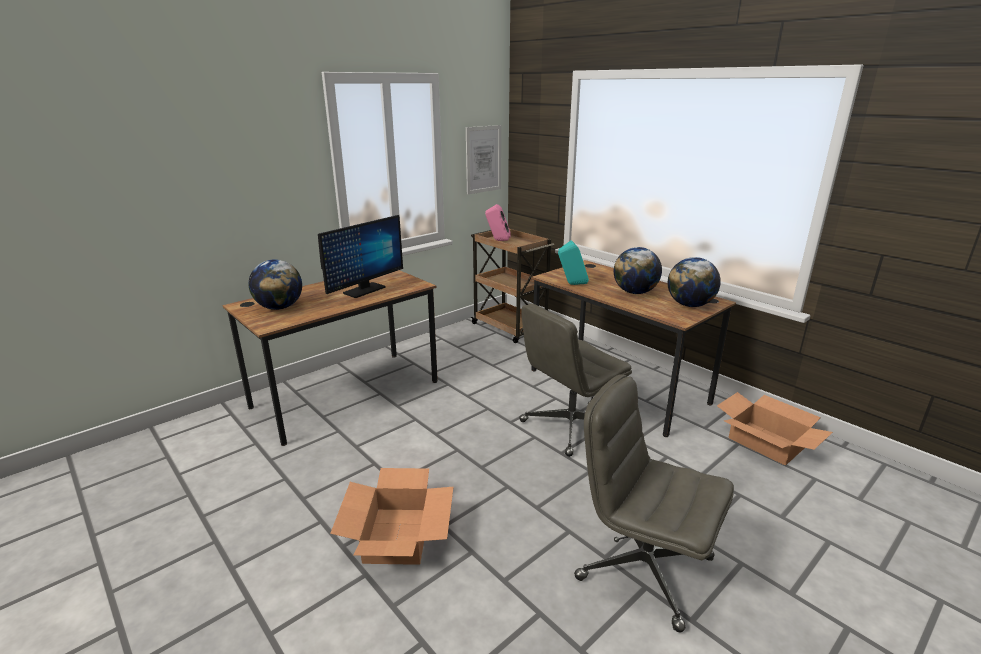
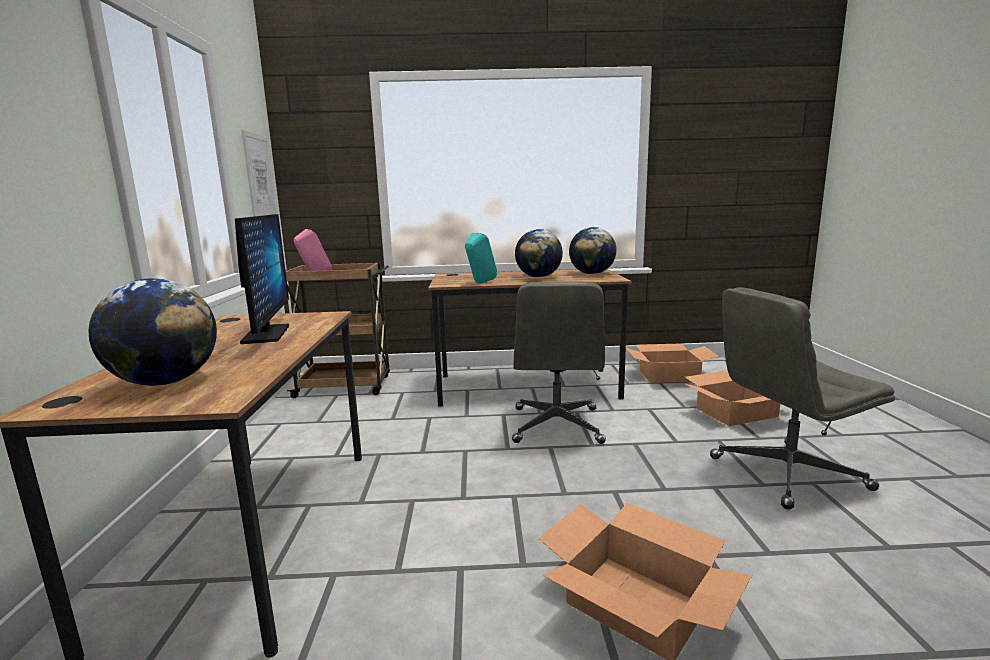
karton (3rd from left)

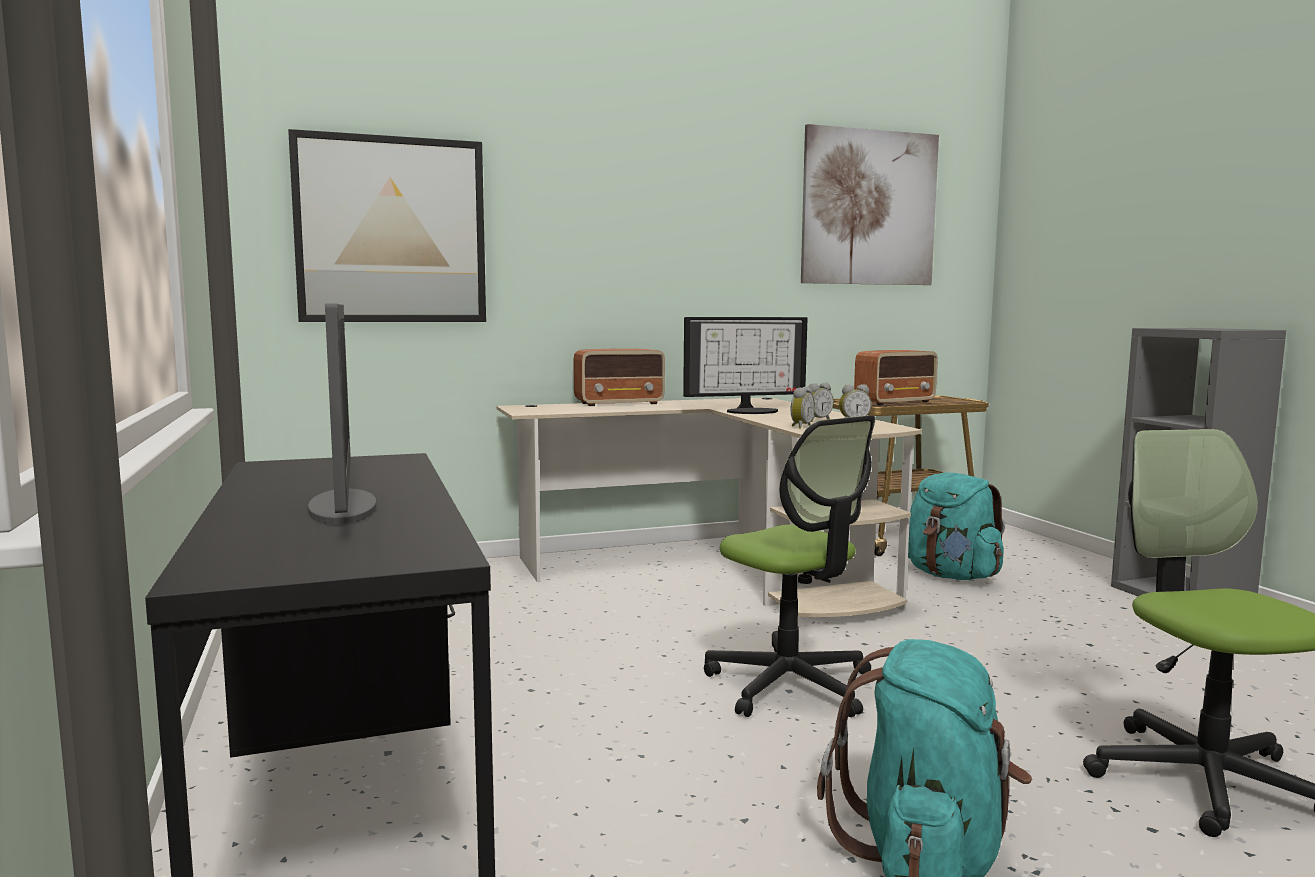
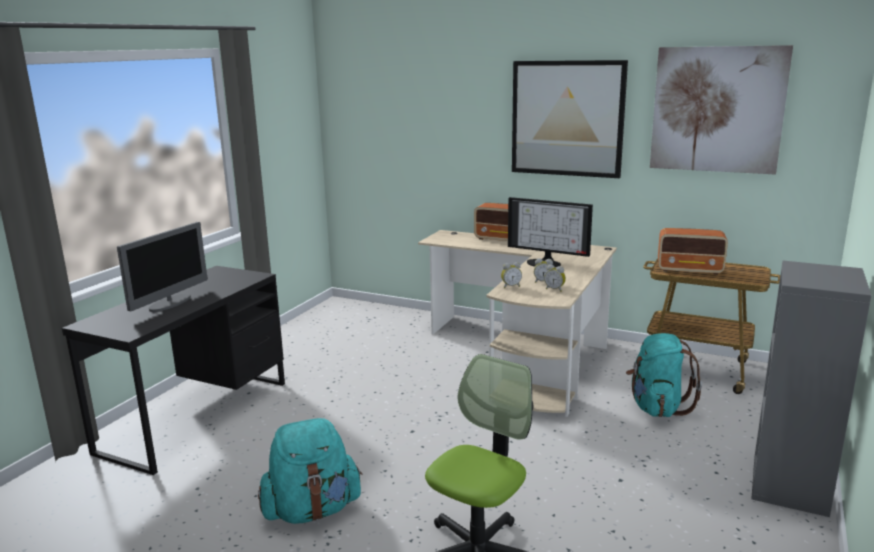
krzesło biurowe (1st from left in the first image)
obraz (1st from left)

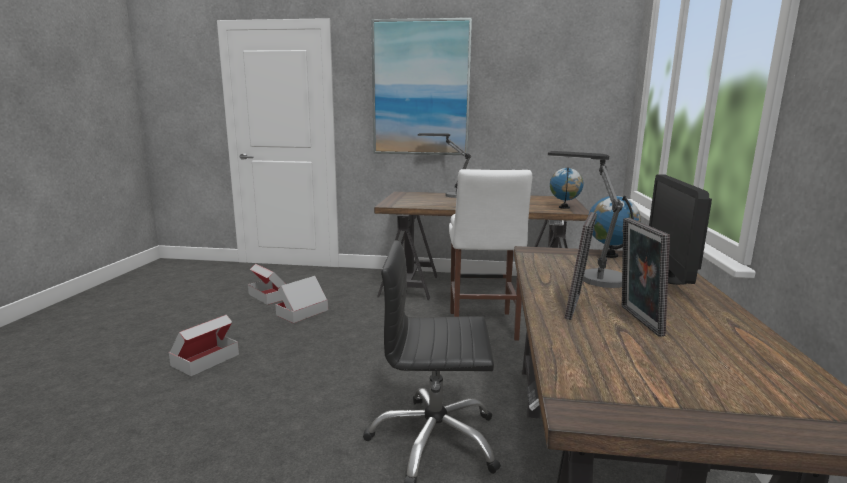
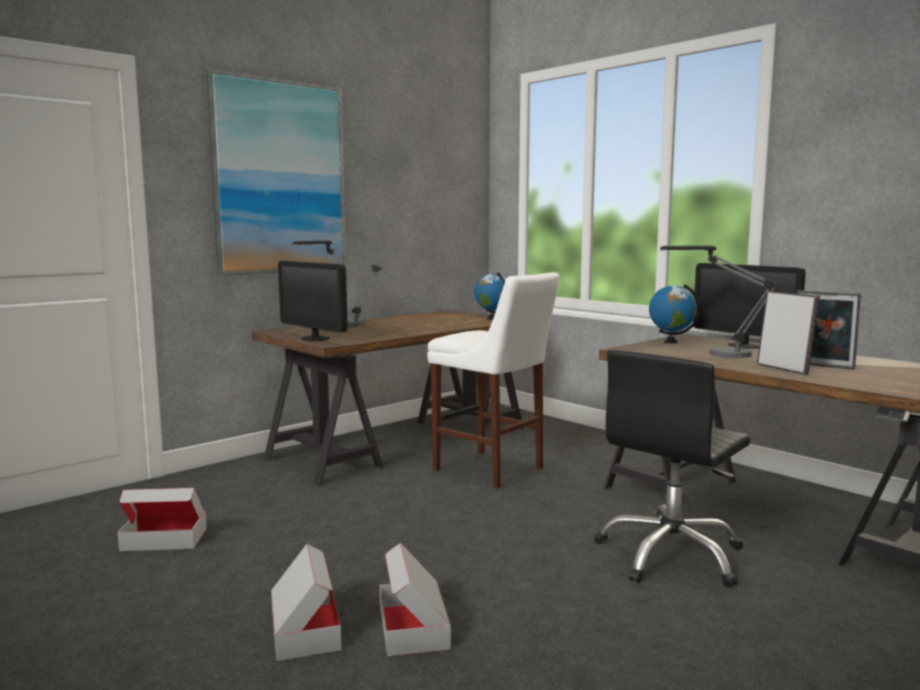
monitor (1st from left)
karton (3rd from left)

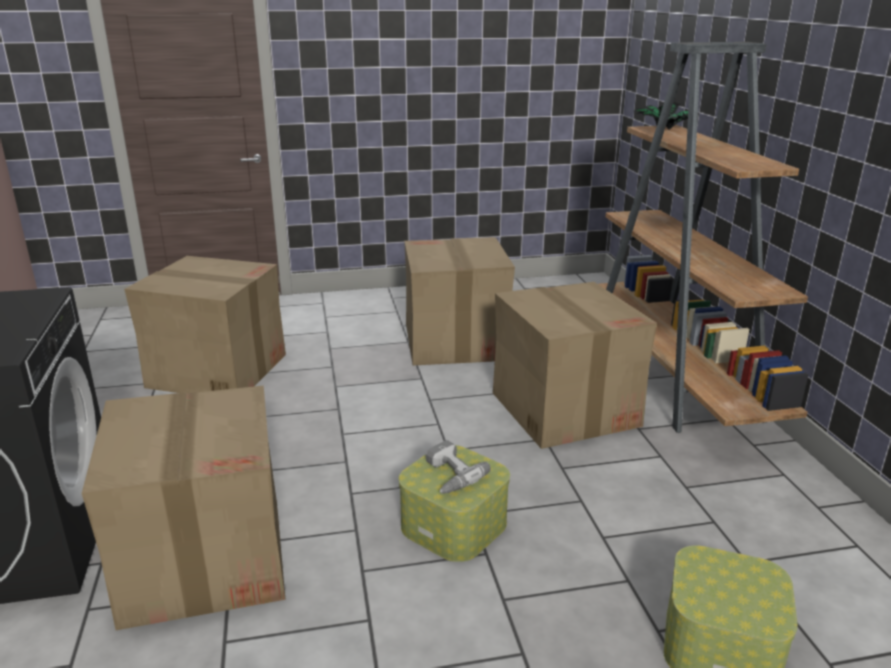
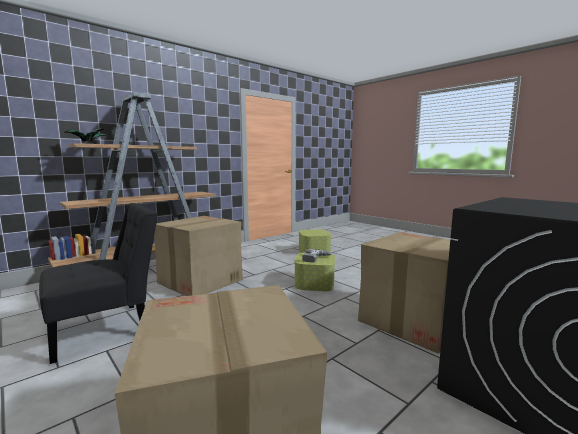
krzesło/czarny

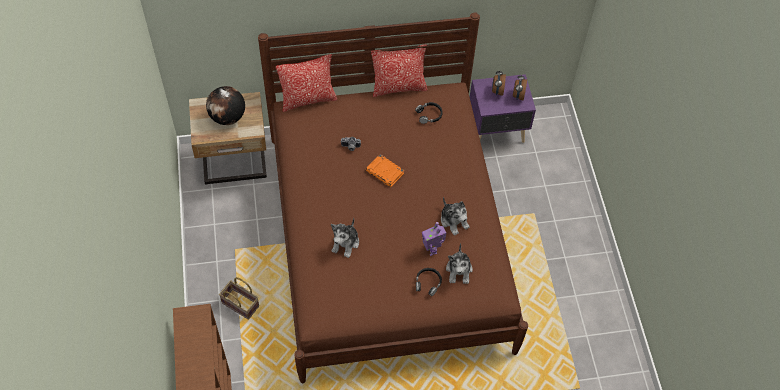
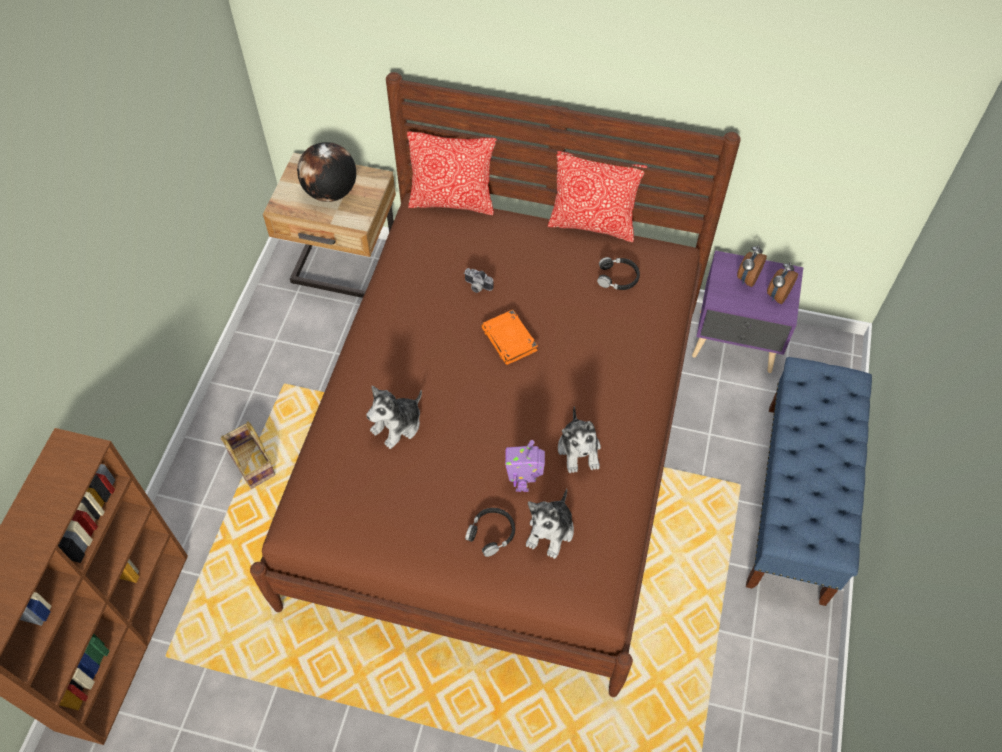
ławka/niebieski

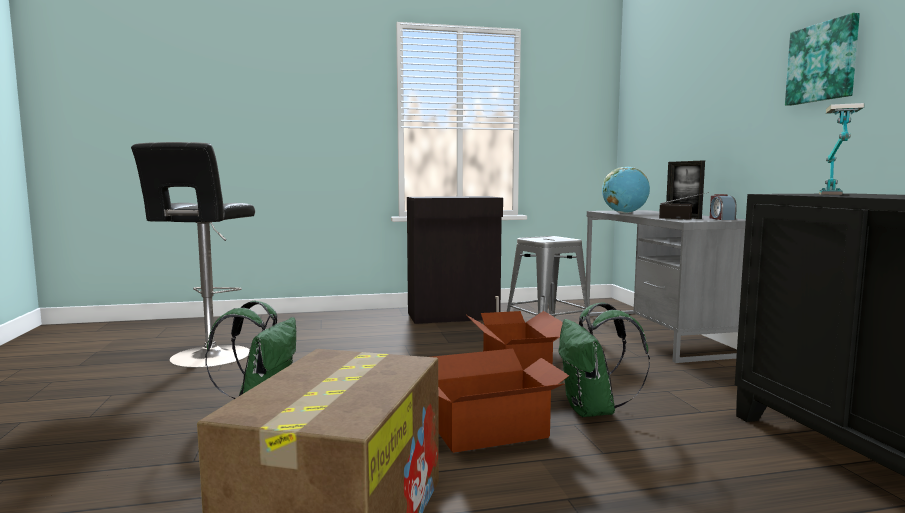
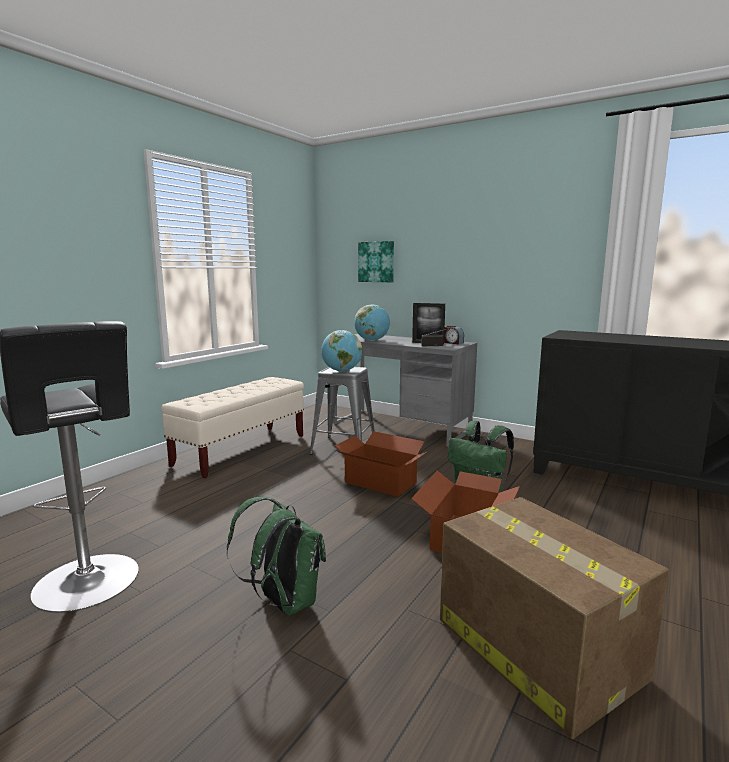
lampa stołowa
globus (1st from left)
obraz
ławka/beżowy

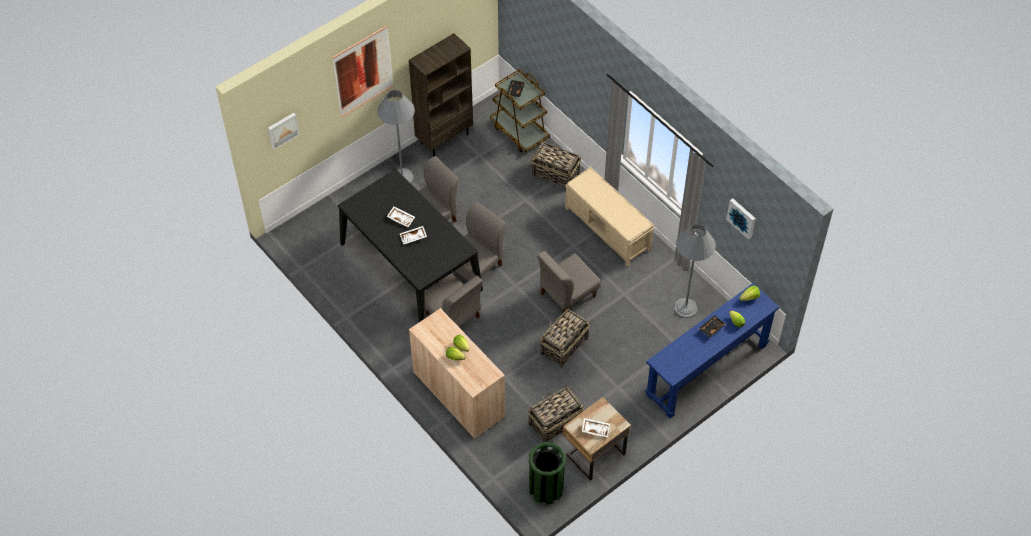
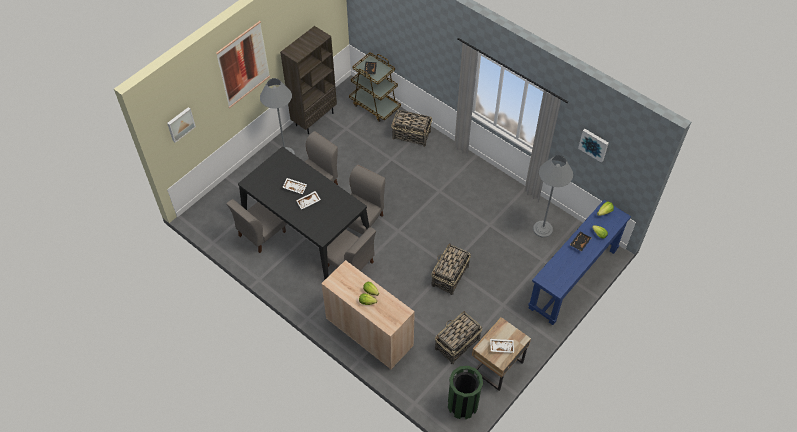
ławka/beżowy
krzesło/szary (1st from left)

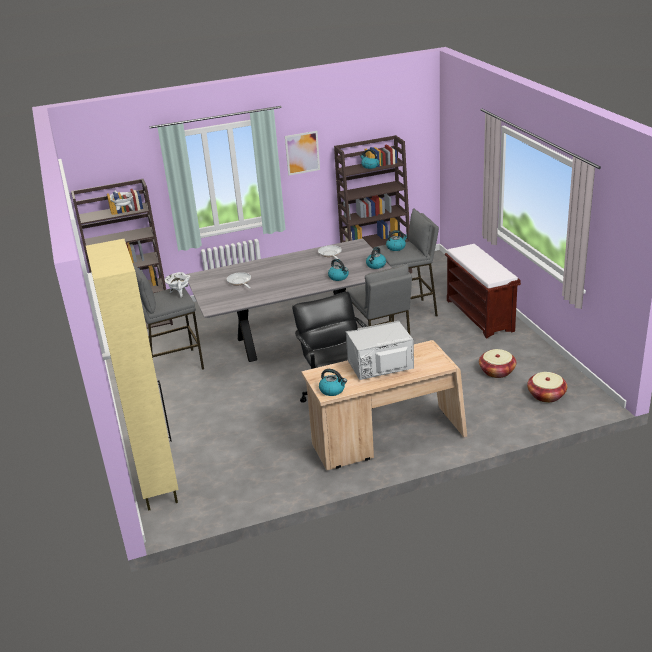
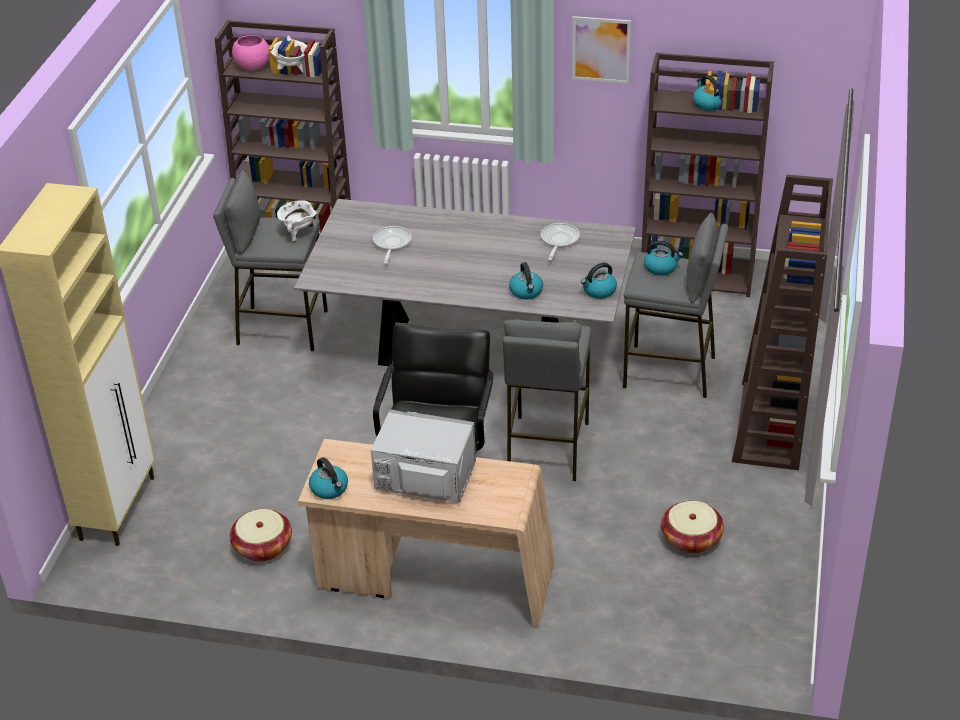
miska/różowy
koszyk (1st from left)
regał/brązowy (3rd from left)

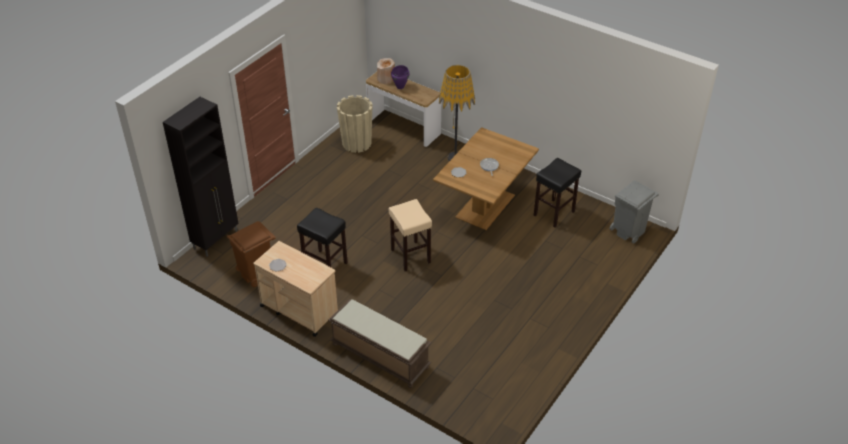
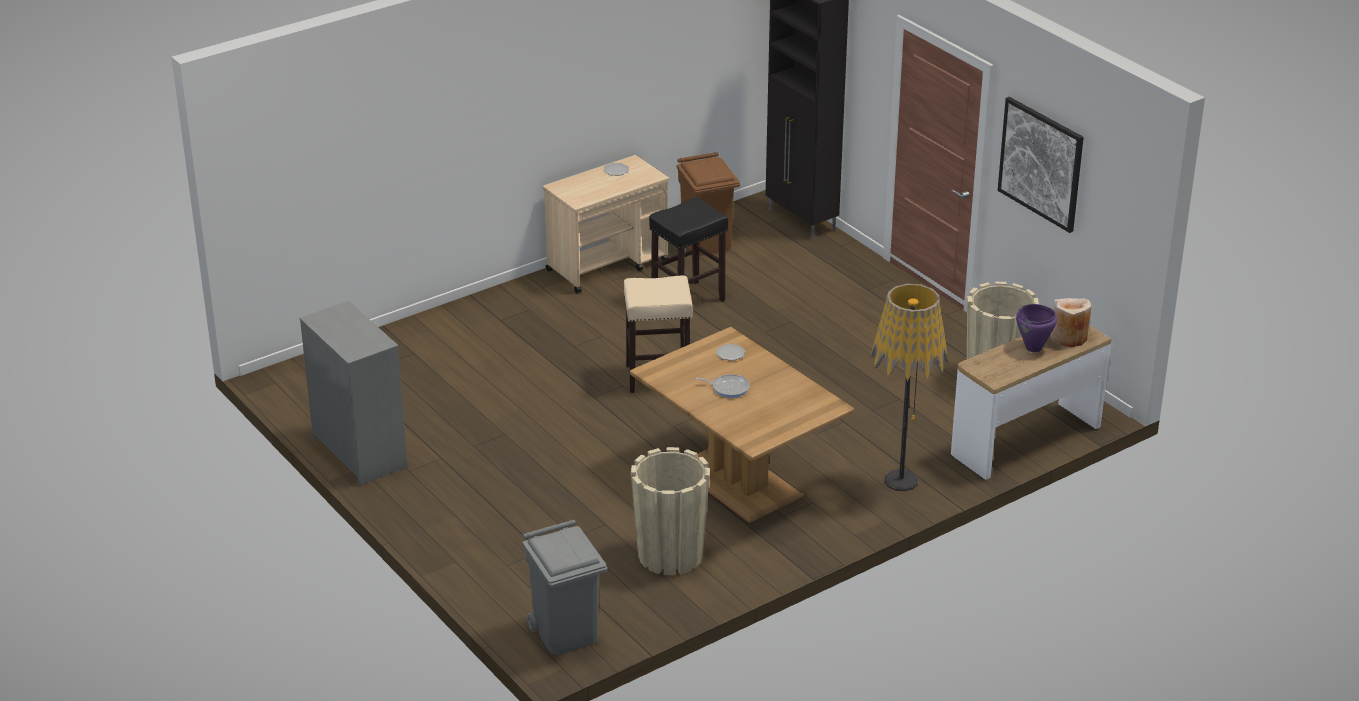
ławka/brązowy
komoda/szary
obraz
donica/beżowy (1st from left)

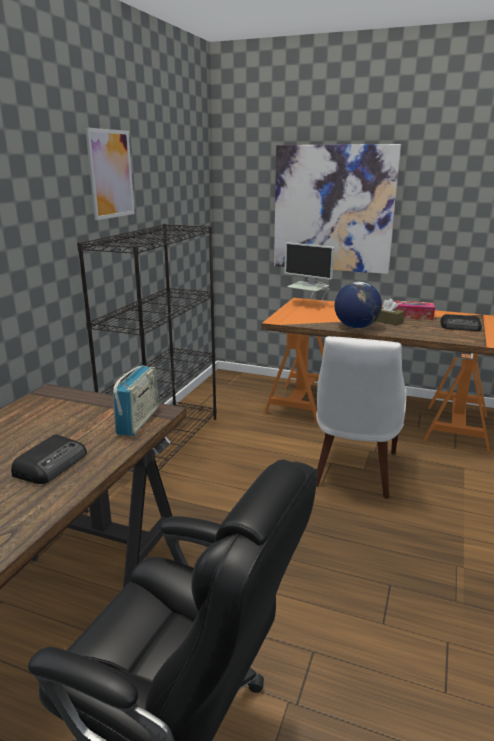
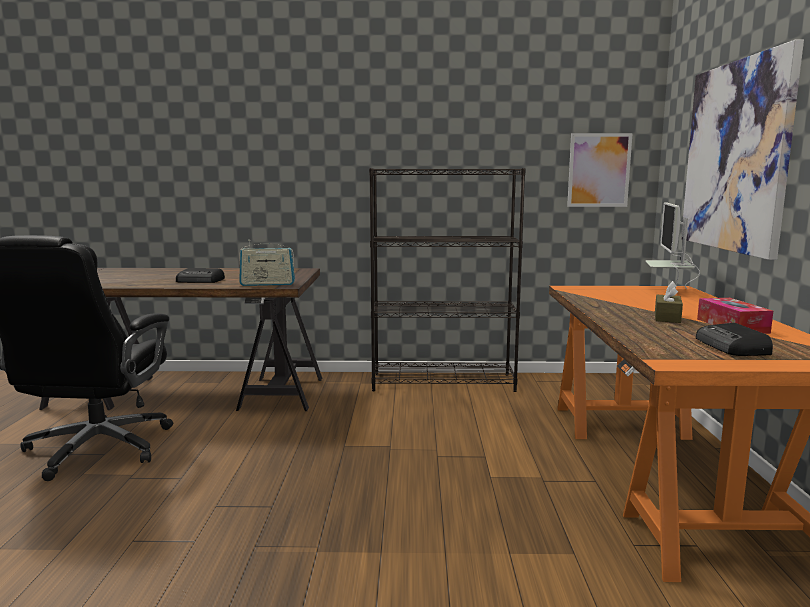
krzesło/biały
globus
obraz (1st from left)

